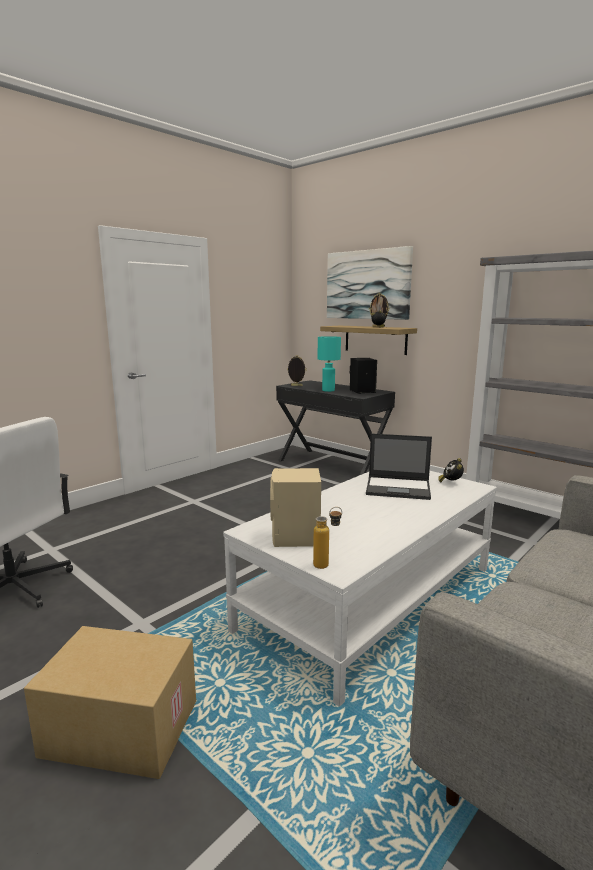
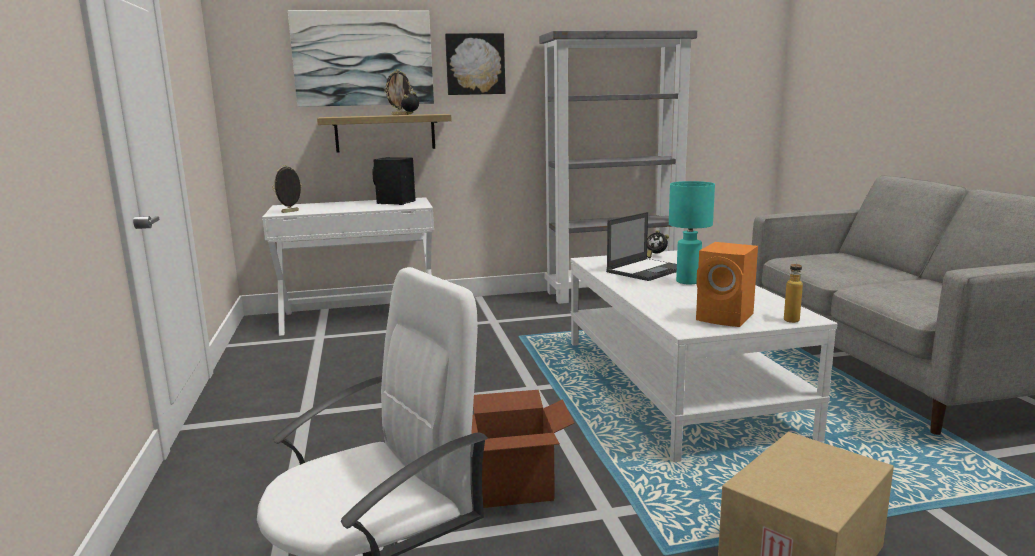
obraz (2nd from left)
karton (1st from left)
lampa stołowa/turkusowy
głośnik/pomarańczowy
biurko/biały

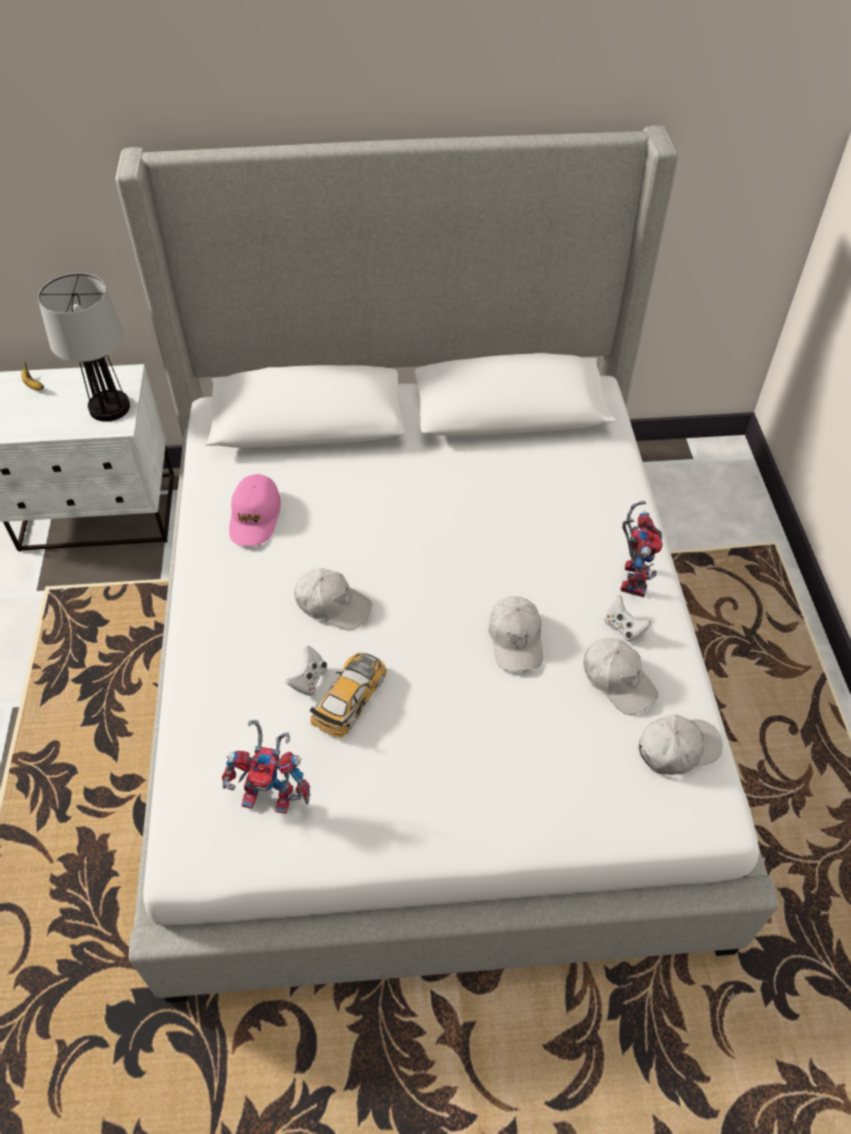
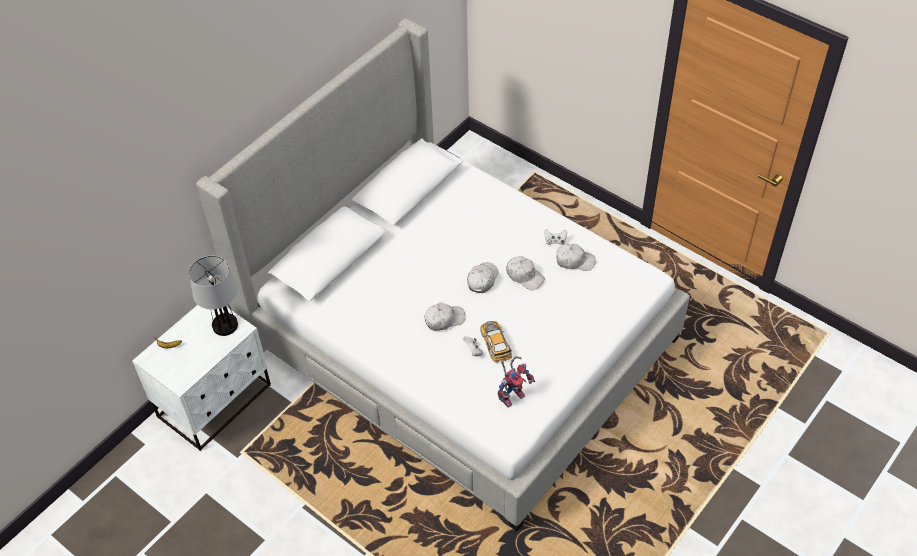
czapka z daszkiem/różowy
robot zabawkowy (2nd from left in the first image)
czapka z daszkiem/biały (2nd from left)

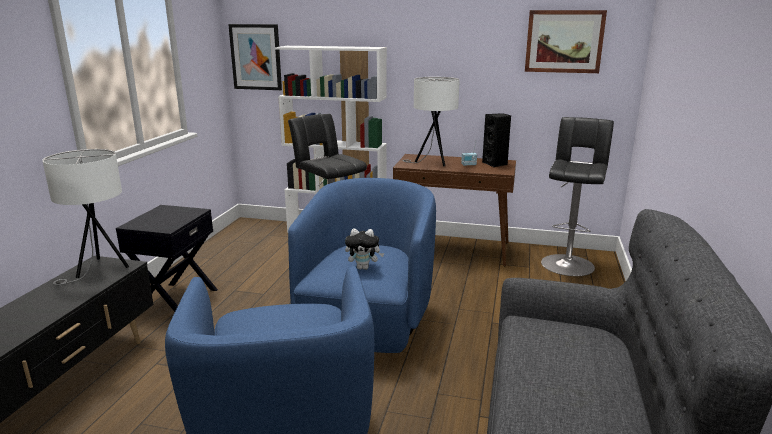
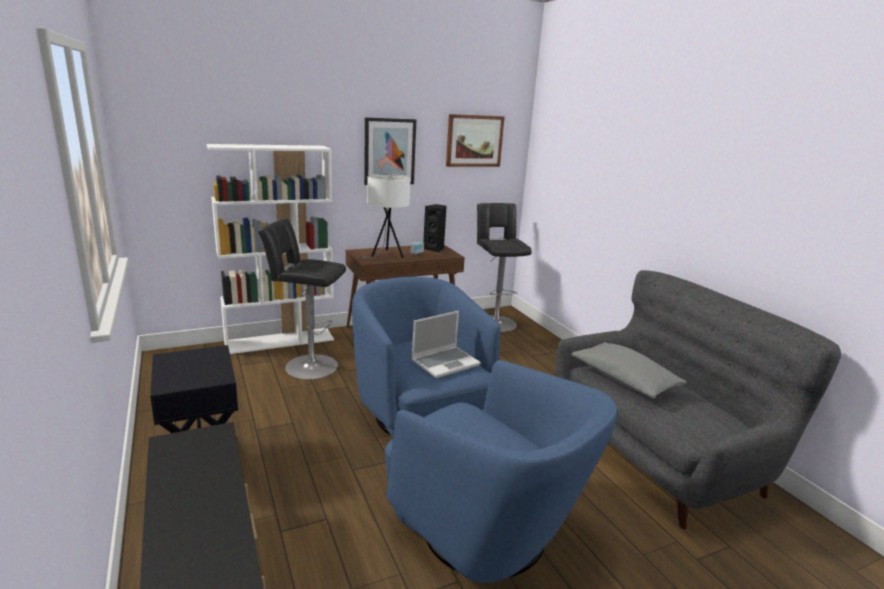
lampa stołowa/biały (1st from left in the first image)
poduszka/szary
obraz (1st from left)
laptop

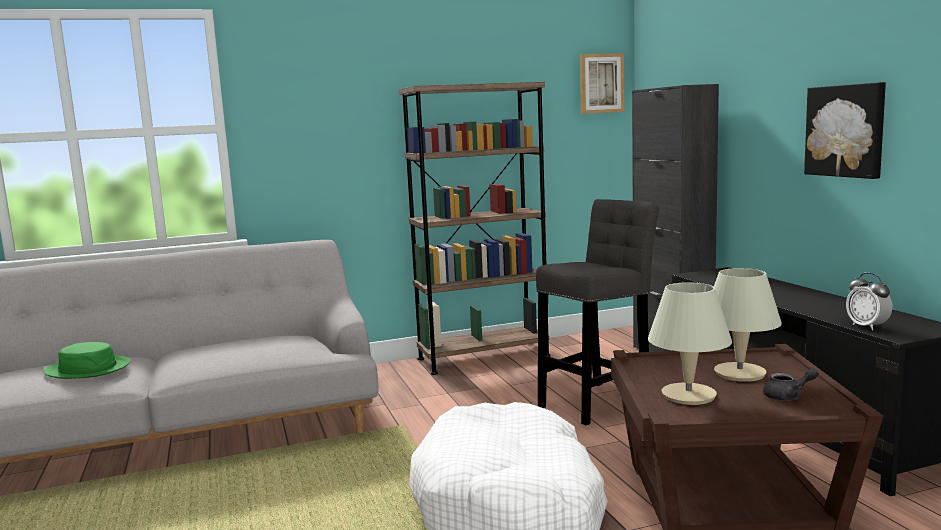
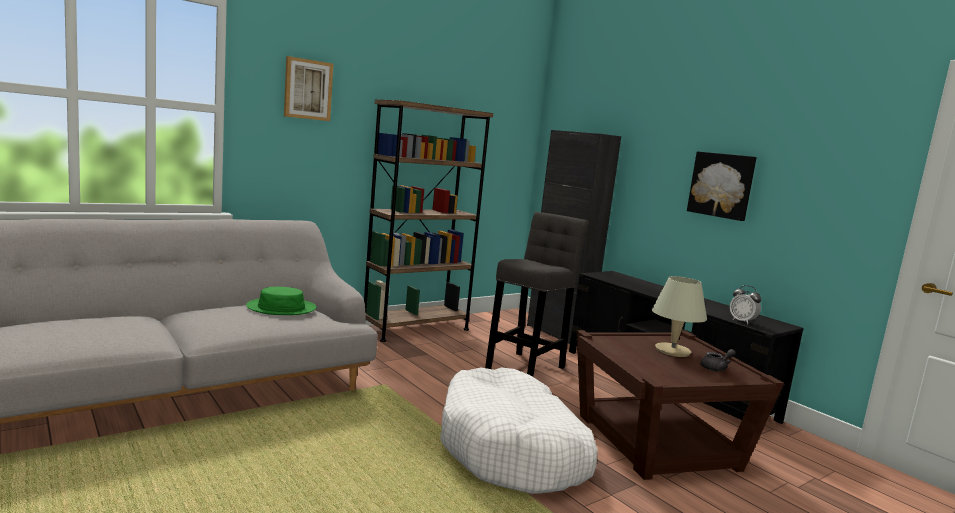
lampa stołowa/beżowy (1st from left in the first image)
kapelusz/zielony
obraz (1st from left)

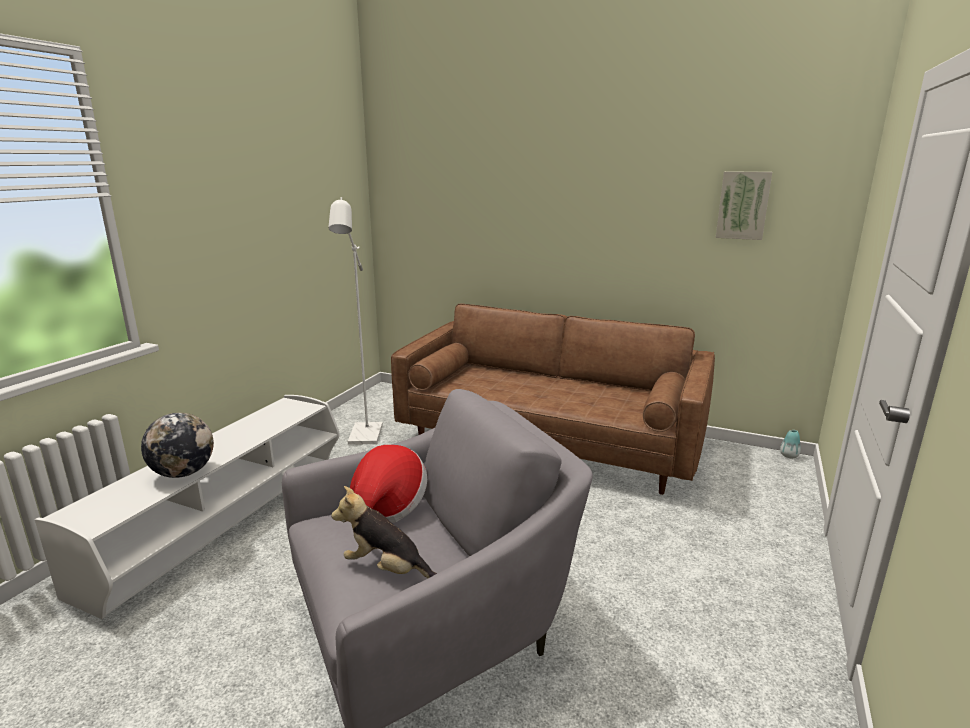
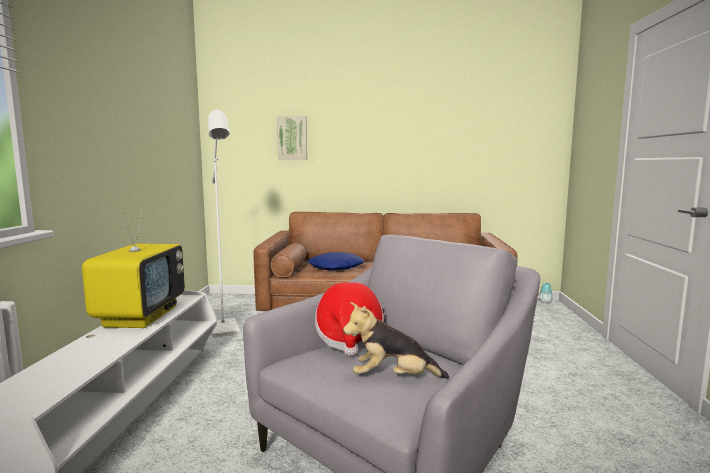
globus
telewizor
poduszka/niebieski
obraz

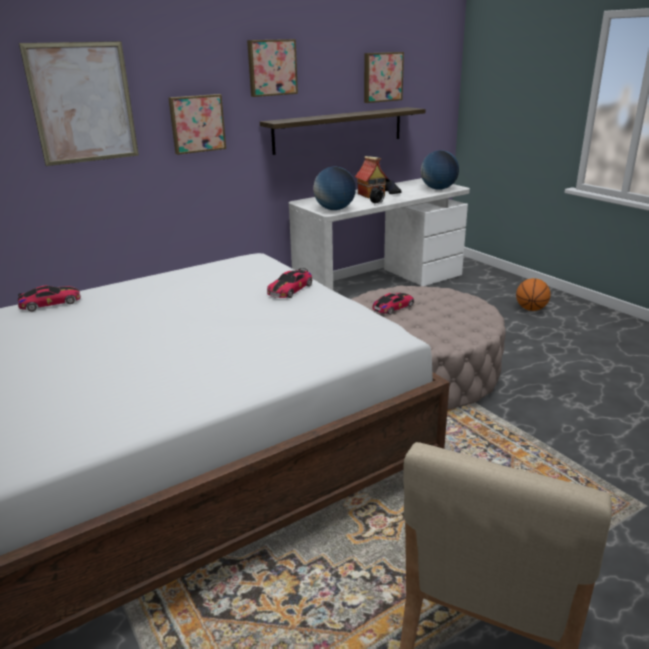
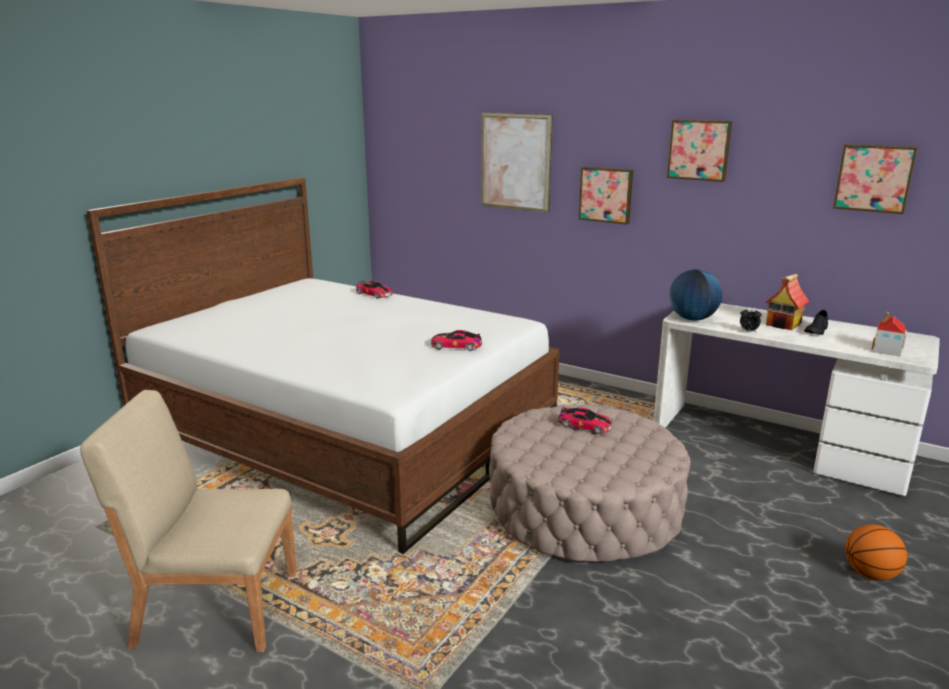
półka
domek (2nd from left)

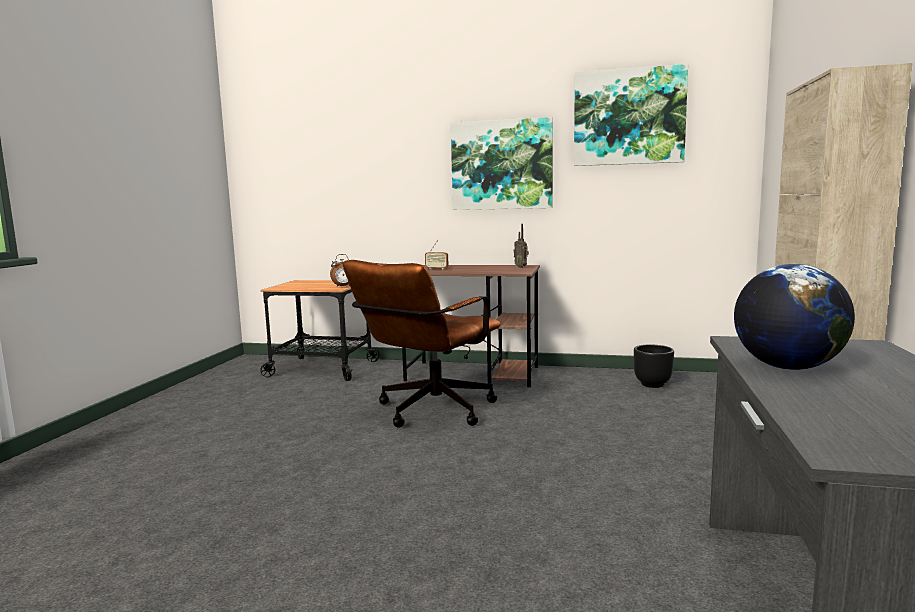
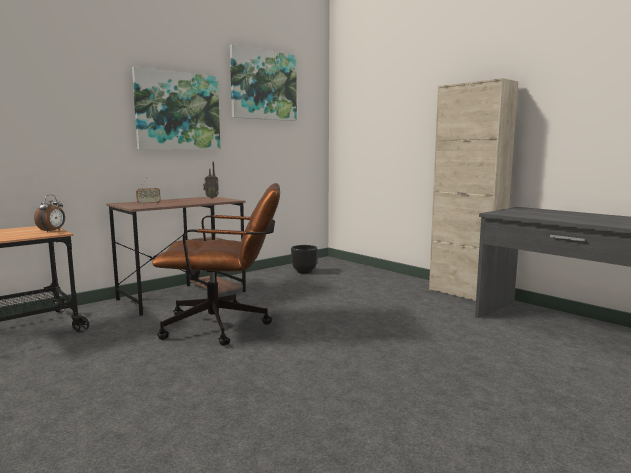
globus
krzesło biurowe/brązowy

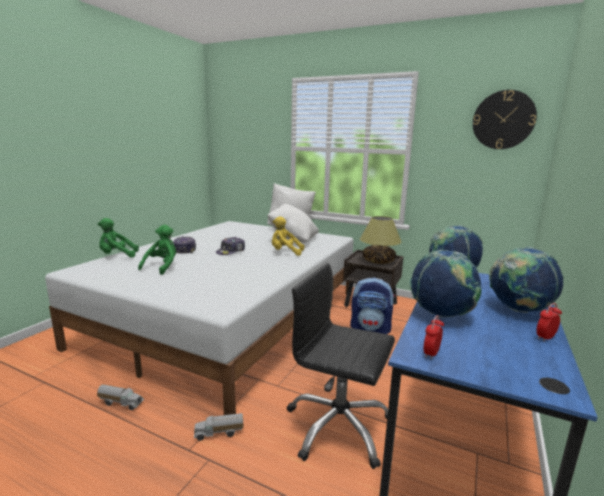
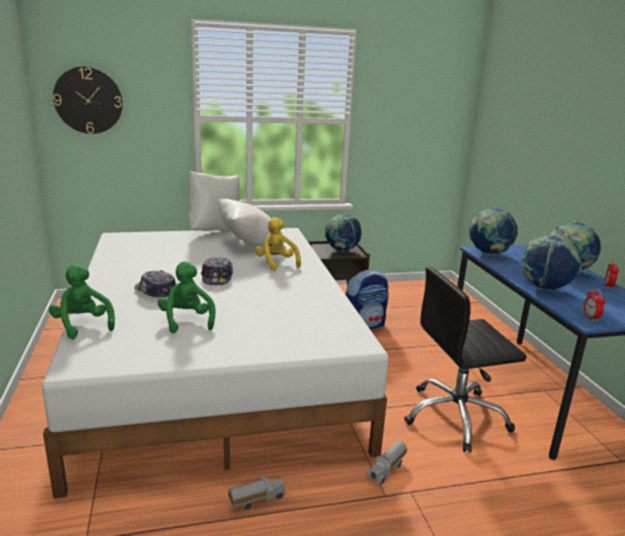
zegar ścienny
globus (1st from left)
pluszak/zielony (1st from left)
pluszak/żółty

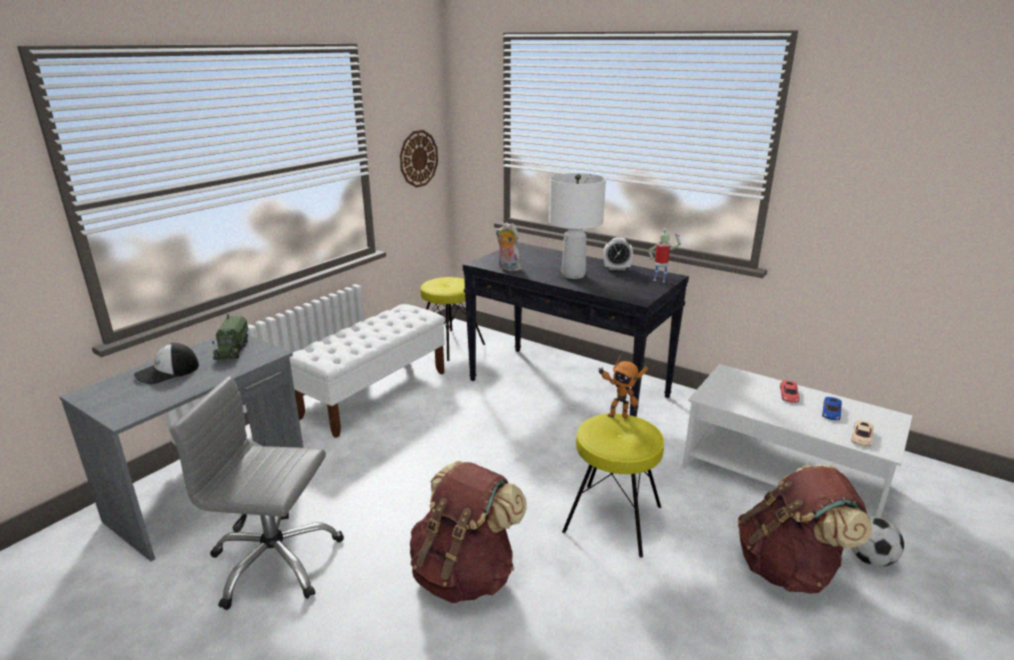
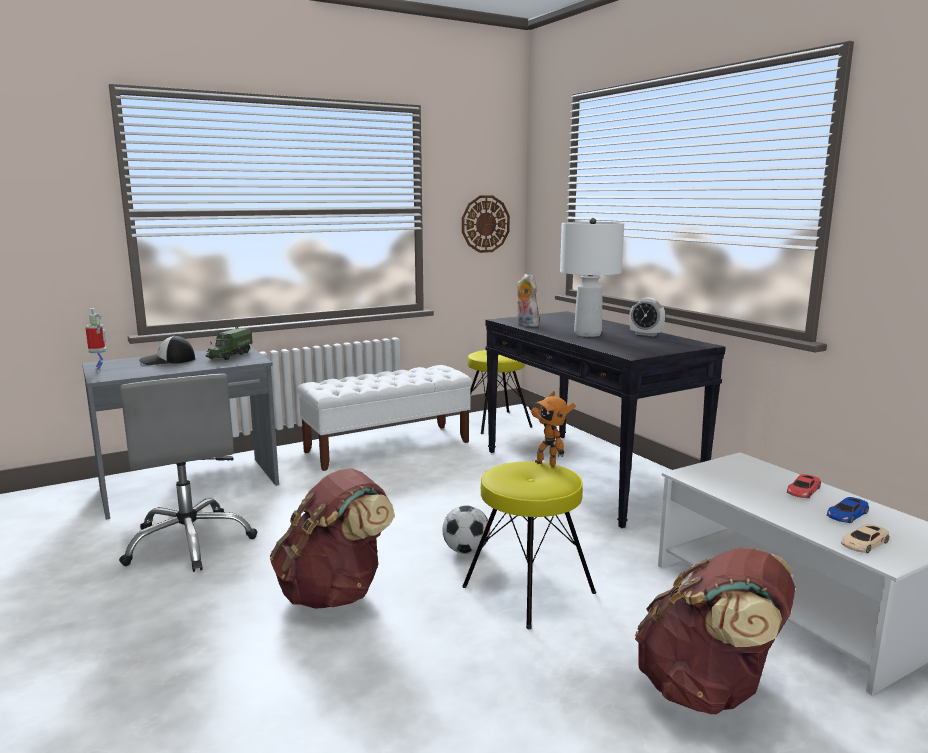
robot zabawkowy (1st from left)
piłka futbolowa
krzesło biurowe/szary

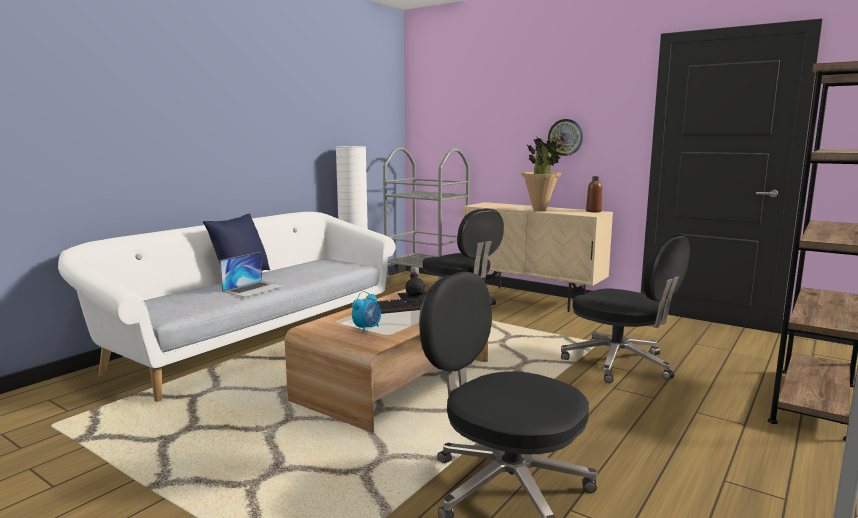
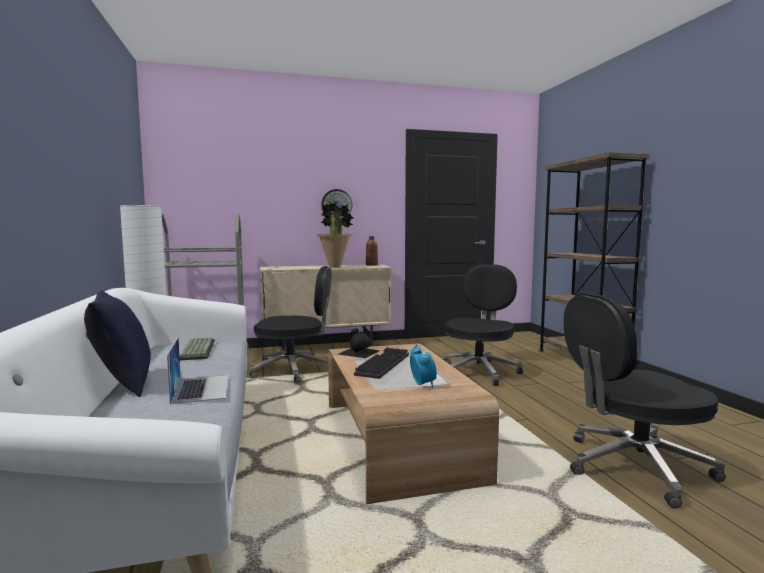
klawiatura (1st from left)
krzesło biurowe/czarny (2nd from left)

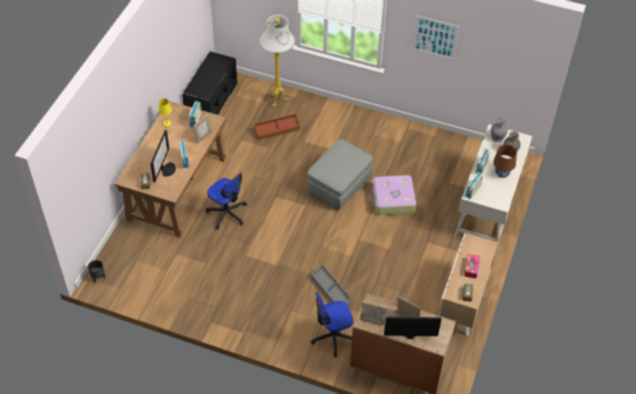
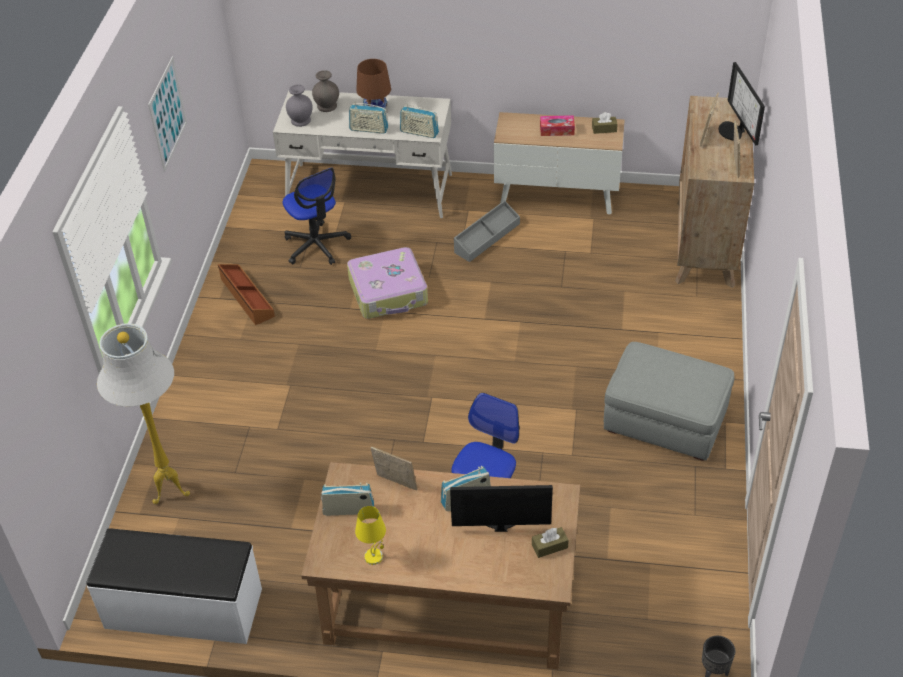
pojemnik do przechowywania/brązowy
pufa/szary
krzesło biurowe (1st from left)
pojemnik do przechowywania/szary
ławka/biały

